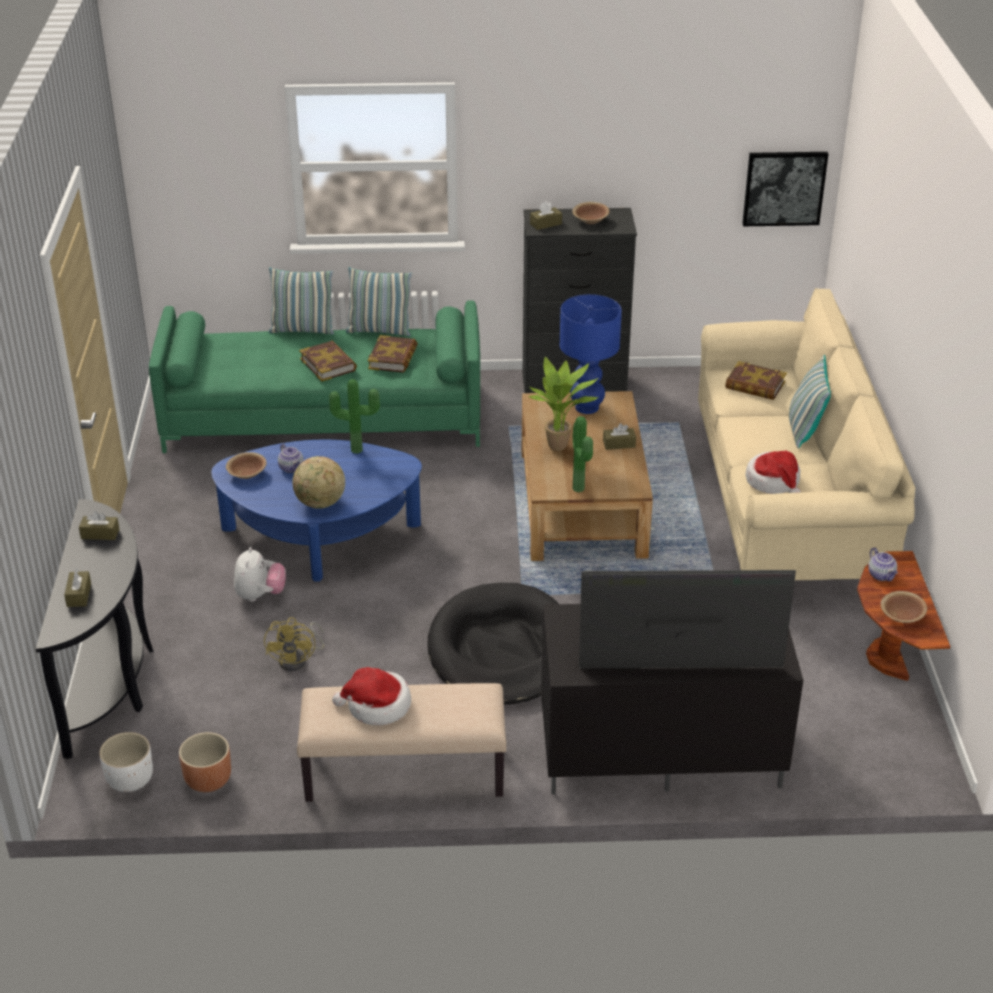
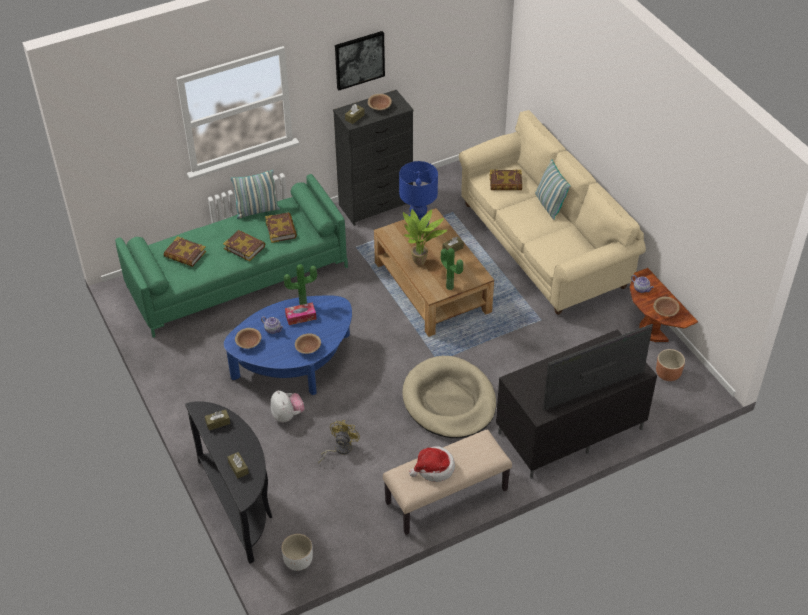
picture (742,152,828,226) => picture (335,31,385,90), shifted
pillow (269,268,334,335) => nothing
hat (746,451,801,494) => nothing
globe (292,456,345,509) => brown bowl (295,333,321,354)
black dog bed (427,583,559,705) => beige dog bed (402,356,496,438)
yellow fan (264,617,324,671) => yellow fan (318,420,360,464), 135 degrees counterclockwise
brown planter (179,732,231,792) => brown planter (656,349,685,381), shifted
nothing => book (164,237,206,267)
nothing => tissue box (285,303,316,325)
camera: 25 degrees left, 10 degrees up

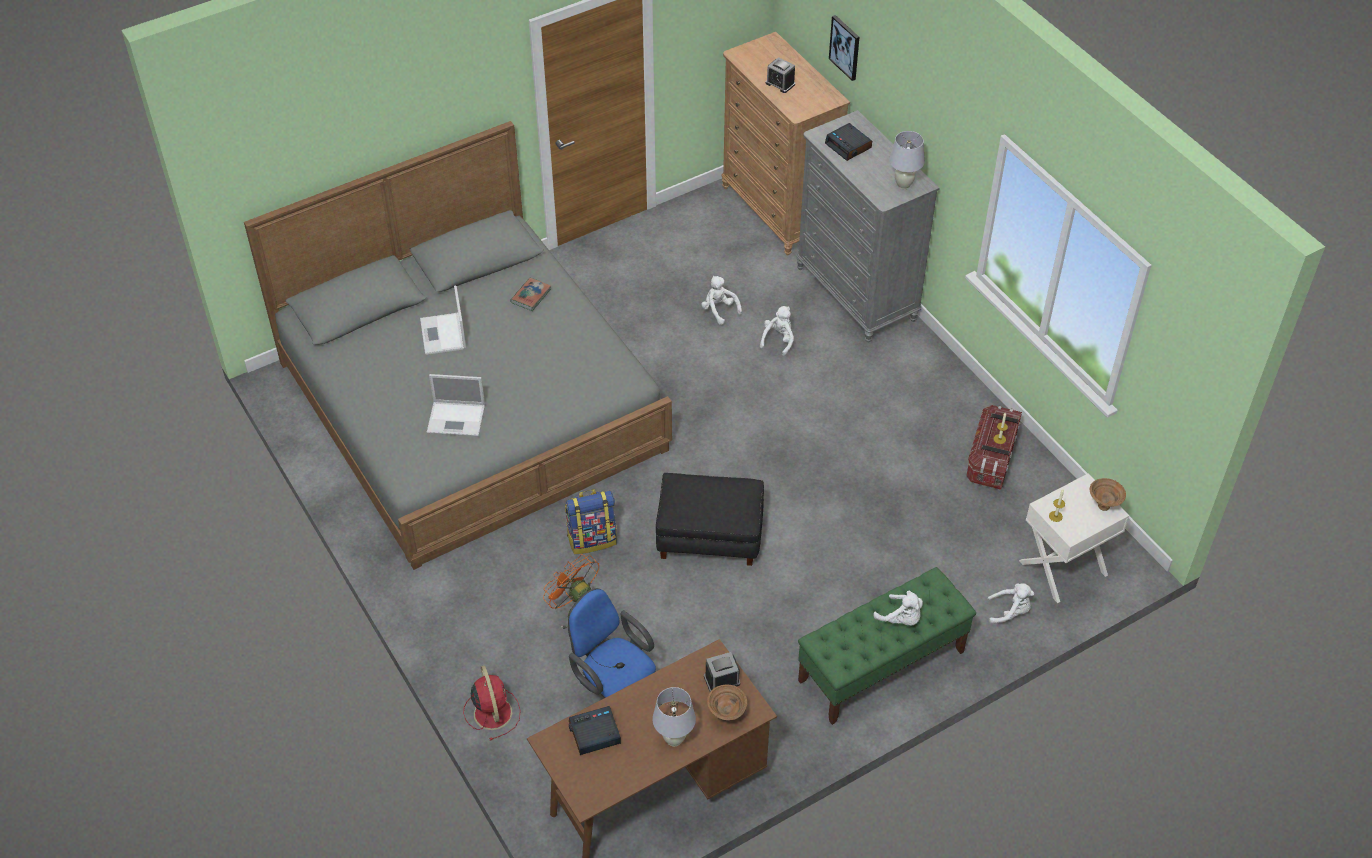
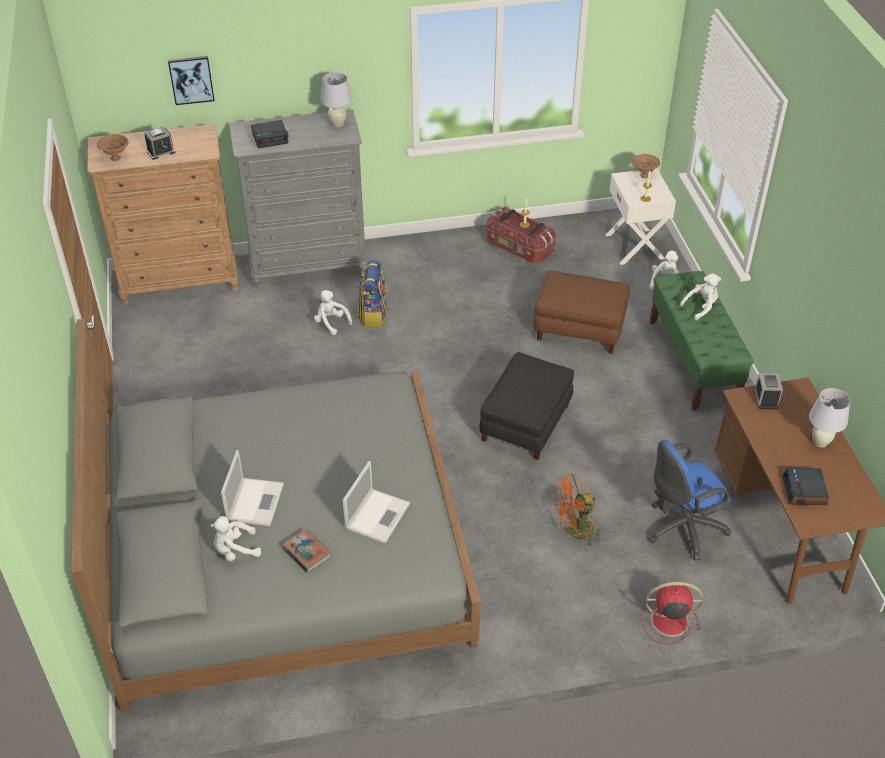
white plush toy (701,276,742,325) => white plush toy (210,516,261,561), shifted
book (510,278,551,311) => book (282,529,331,573), shifted
laptop (420,286,466,355) => laptop (221,450,284,526), 90 degrees counterclockwise
backpack (565,489,617,554) => backpack (358,260,388,327), shifted
brown bowl (707,685,747,720) => brown bowl (97,134,129,161), shifted
nothing => brown ottoman (534,270,630,354)
camera: 70 degrees left, 5 degrees down

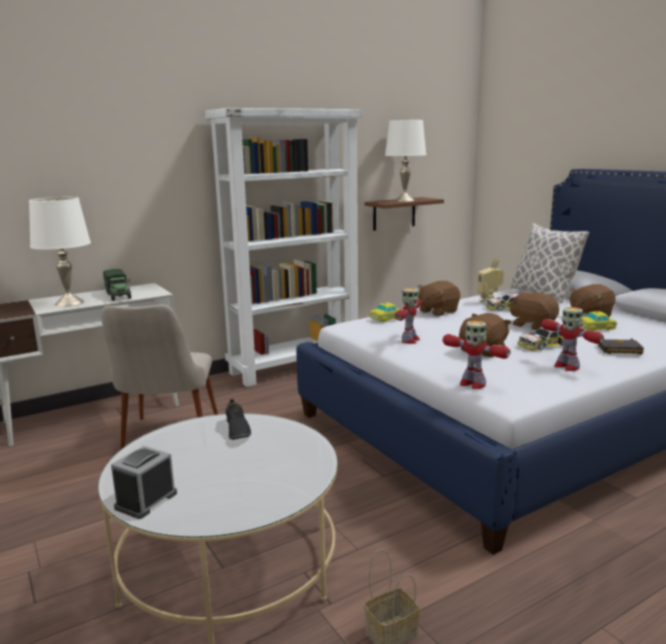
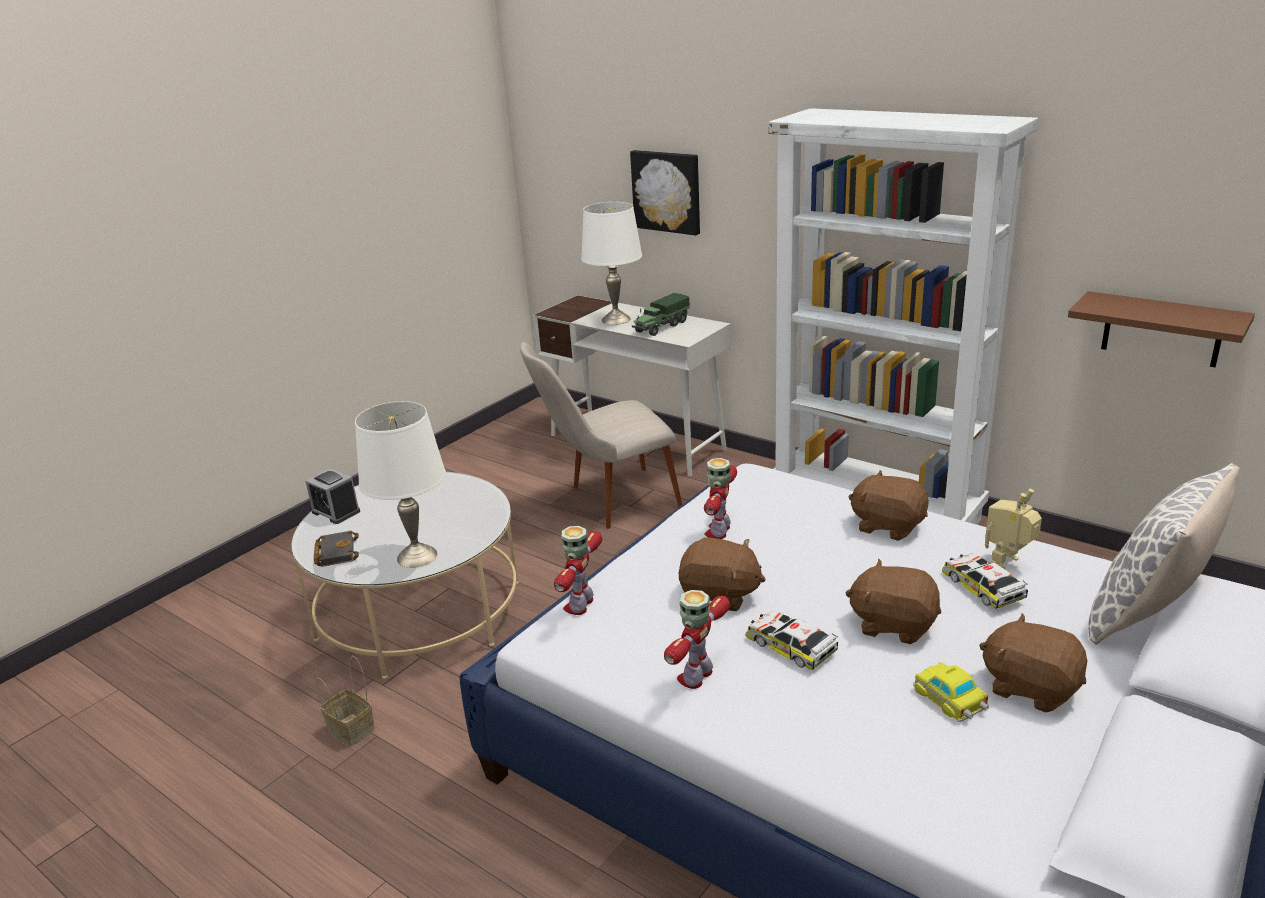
white table lamp (385,120,426,202) => white table lamp (355,401,446,568), shifted
toy robot (395,288,421,344) => toy robot (704,458,737,539), 105 degrees clockwise
brown plush toy (509,292,559,330) => brown plush toy (845,559,941,644), 90 degrees counterclockwise
toy car (369,303,400,322) => nothing
black book (598,338,644,355) => black book (314,531,359,567), shifted
black shoe (226,399,251,440) => nothing
alarm clock (111,446,177,519) => alarm clock (305,468,360,524), 150 degrees counterclockwise
nothing => picture (630,150,700,235)
camera: 70 degrees right, 10 degrees up

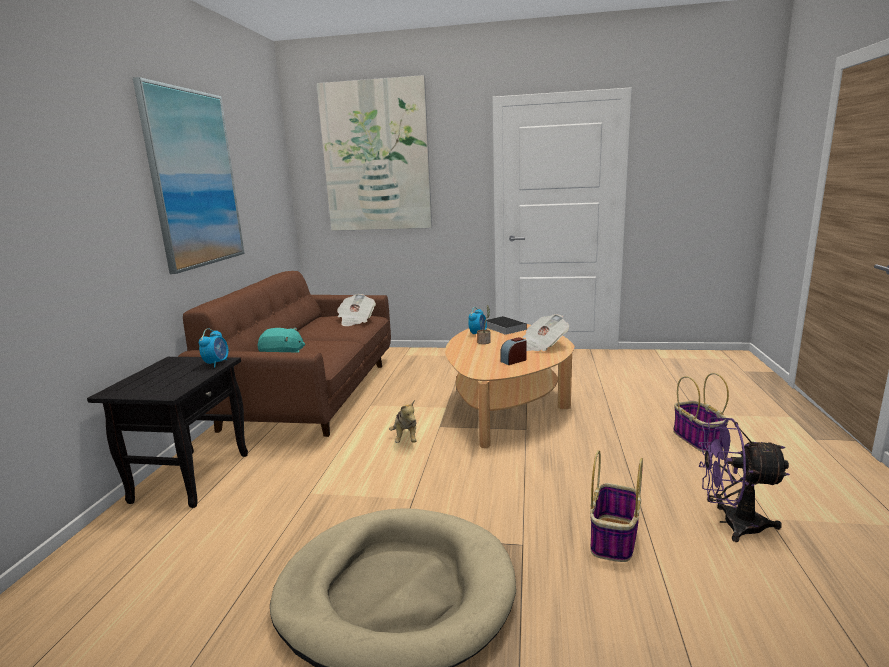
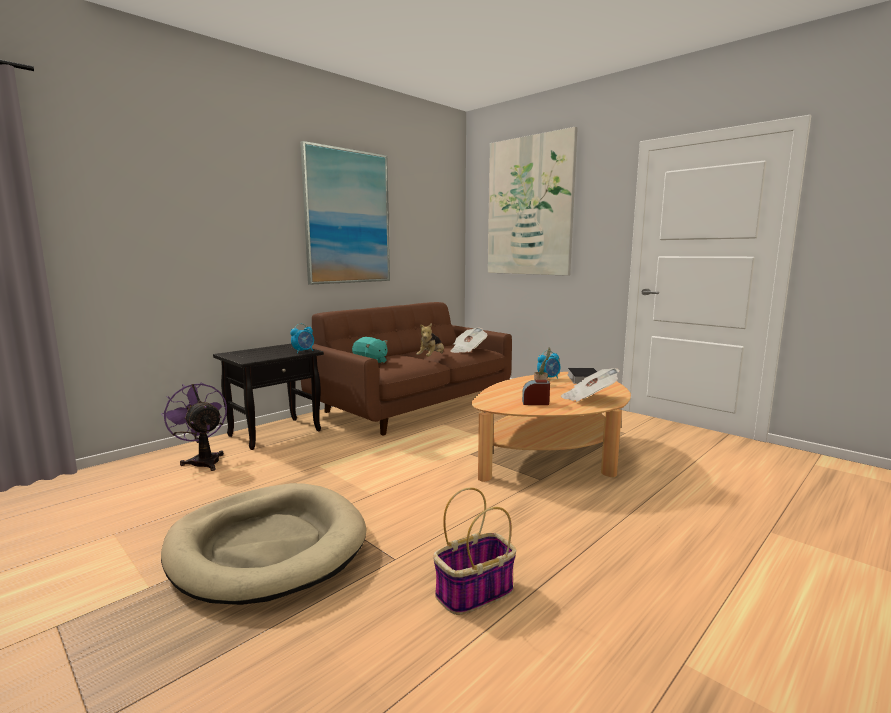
basket (673,373,729,452) => nothing
plush toy (389,400,417,443) => plush toy (416,323,444,357), shifted
purple fan (699,417,790,542) => purple fan (161,382,227,471), shifted
camera: 35 degrees right, 5 degrees down

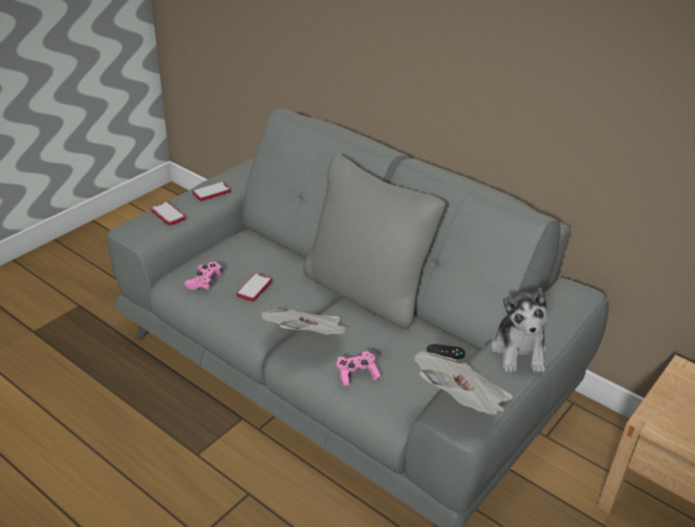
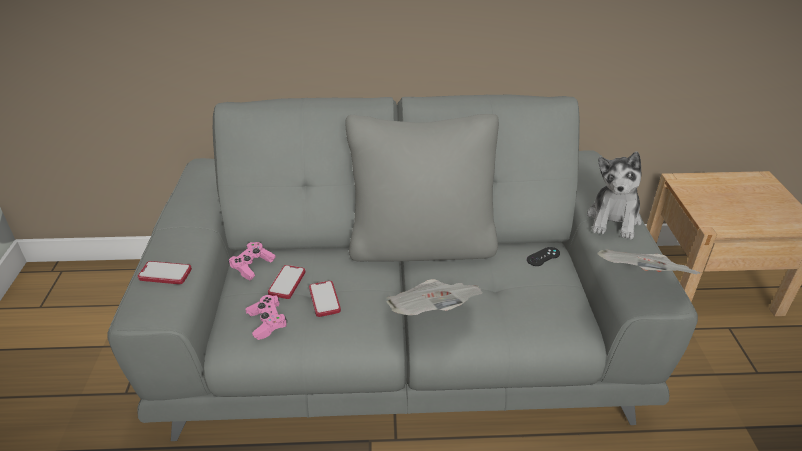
phone (193,182,231,201) => phone (268,265,306,299), shifted
plush toy (491,288,547,372) => plush toy (587,151,642,239), 60 degrees clockwise
pink game controller (336,351,381,387) => pink game controller (228,242,276,281), shifted
camera: 40 degrees left, 0 degrees up

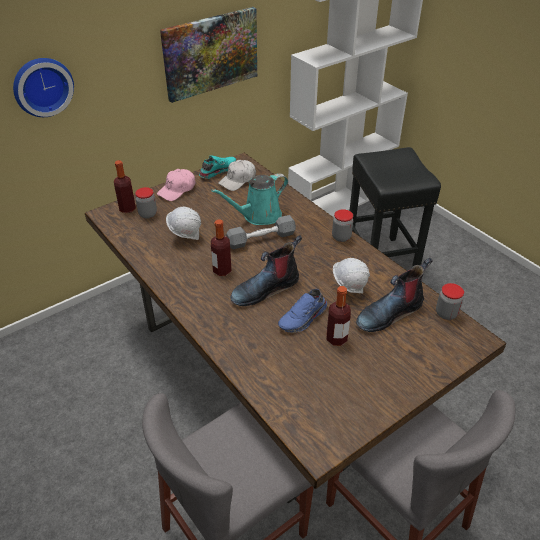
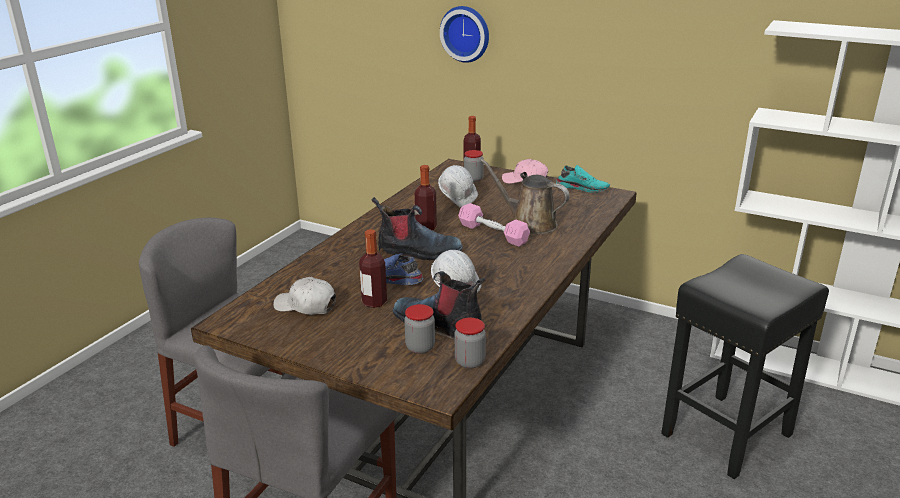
picture (160,7,257,103) => nothing
white cap (218,160,256,191) => white cap (273,277,336,315), shifted
turquoise watering can (211,173,288,225) => brown watering can (480,159,570,234)
jar (332,209,353,242) => jar (404,304,435,354), shifted
grey dumbbell (226,215,296,249) => pink dumbbell (458,203,530,247)
boot (230,235,302,306) => boot (372,197,463,260), 150 degrees clockwise
camera: 65 degrees right, 15 degrees down

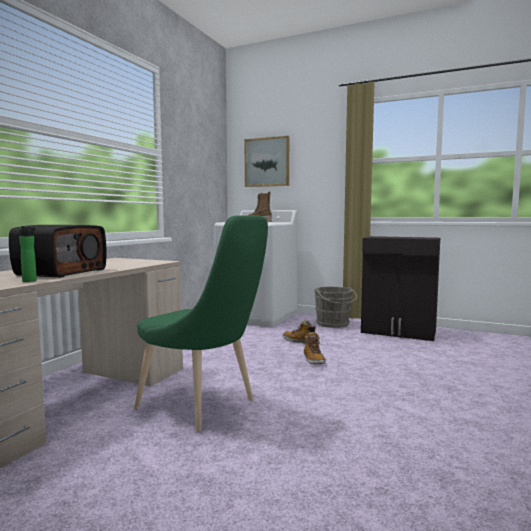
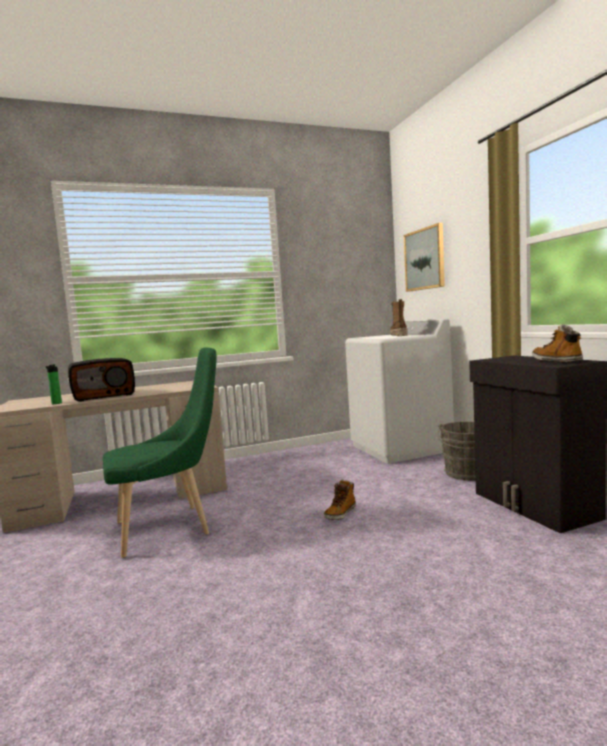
green chair (134,215,268,432) => green chair (103,347,217,558), 105 degrees counterclockwise
boot (283,319,317,344) => boot (532,324,583,363), shifted
camera: 45 degrees right, 0 degrees up

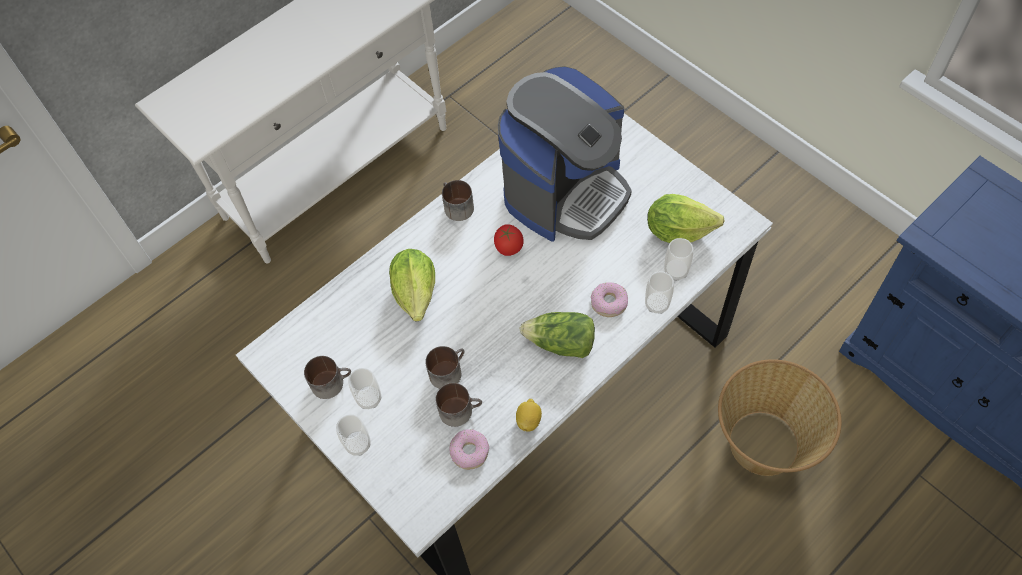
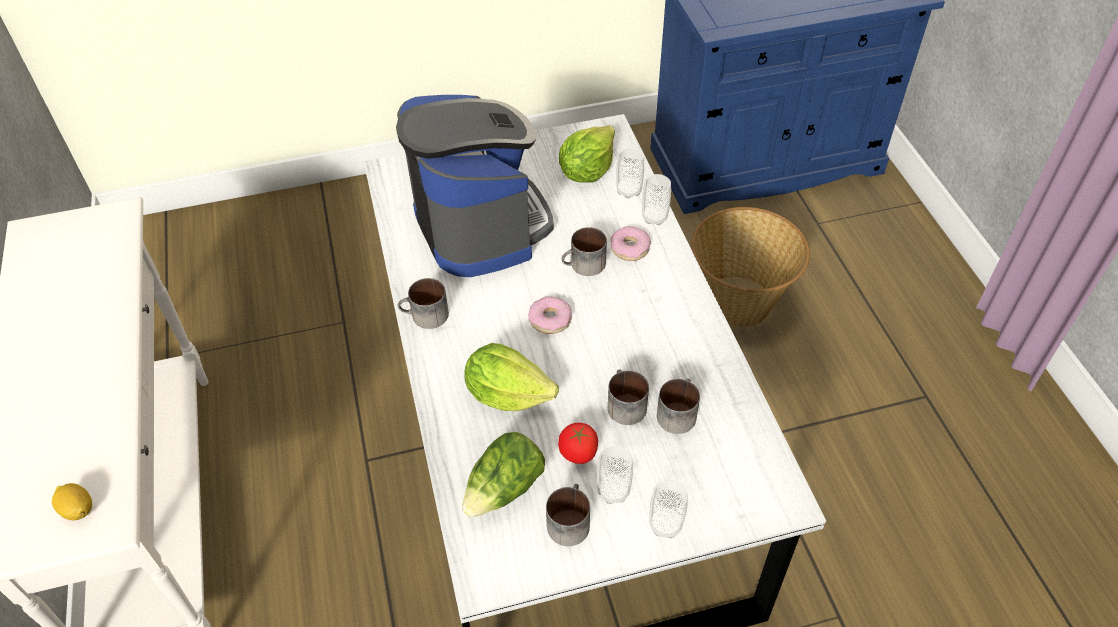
tomato (494,224,524,256) => tomato (558,423,598,464), shifted
lettuce (520,312,595,358) => lettuce (462,432,545,517), shifted
lemon (516,399,542,432) => lemon (52,483,92,520), shifted
donut (449,429,489,470) => donut (528,296,572,334), shifted
nothing => mug (562,227,607,276)
camera: 65 degrees left, 10 degrees down

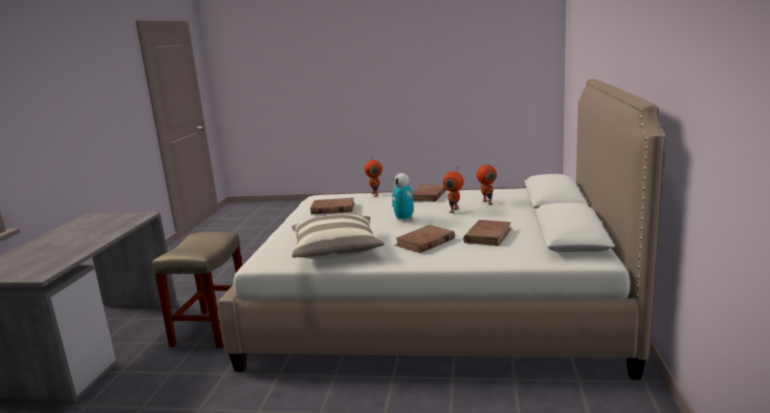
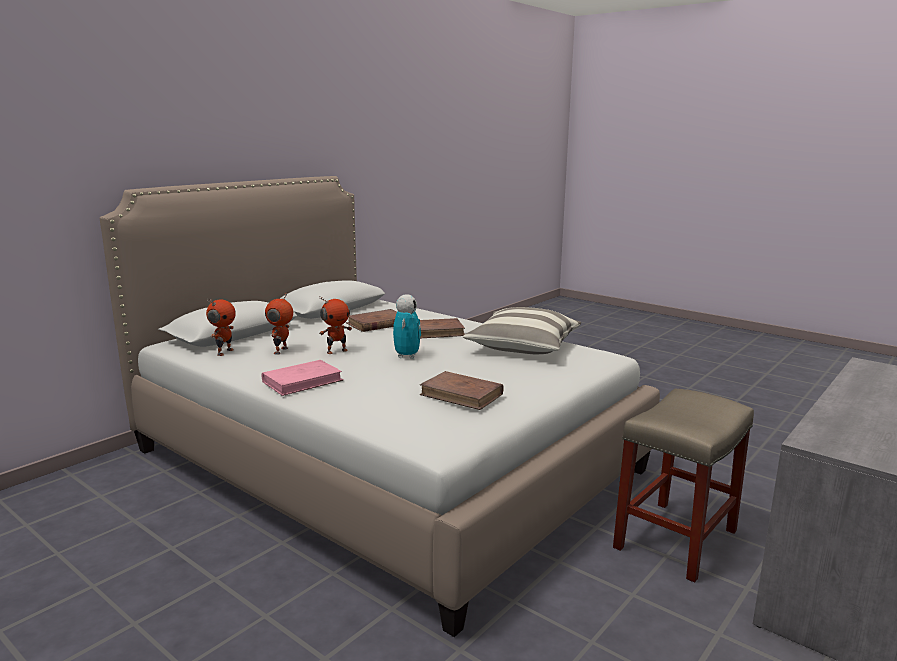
toy robot (364,156,382,197) => toy robot (206,299,236,356), shifted
brown book (412,184,446,202) => pink book (262,360,344,396)
camera: 150 degrees left, 0 degrees up

